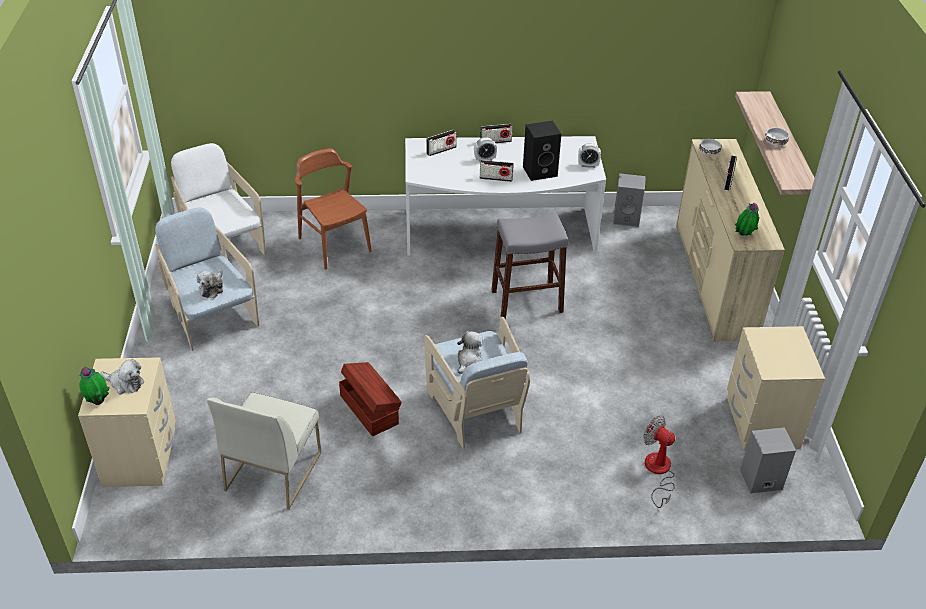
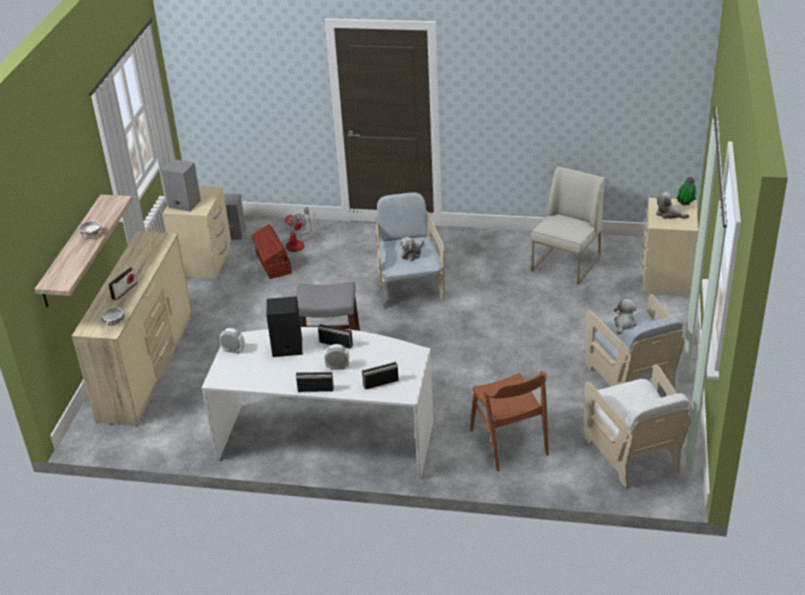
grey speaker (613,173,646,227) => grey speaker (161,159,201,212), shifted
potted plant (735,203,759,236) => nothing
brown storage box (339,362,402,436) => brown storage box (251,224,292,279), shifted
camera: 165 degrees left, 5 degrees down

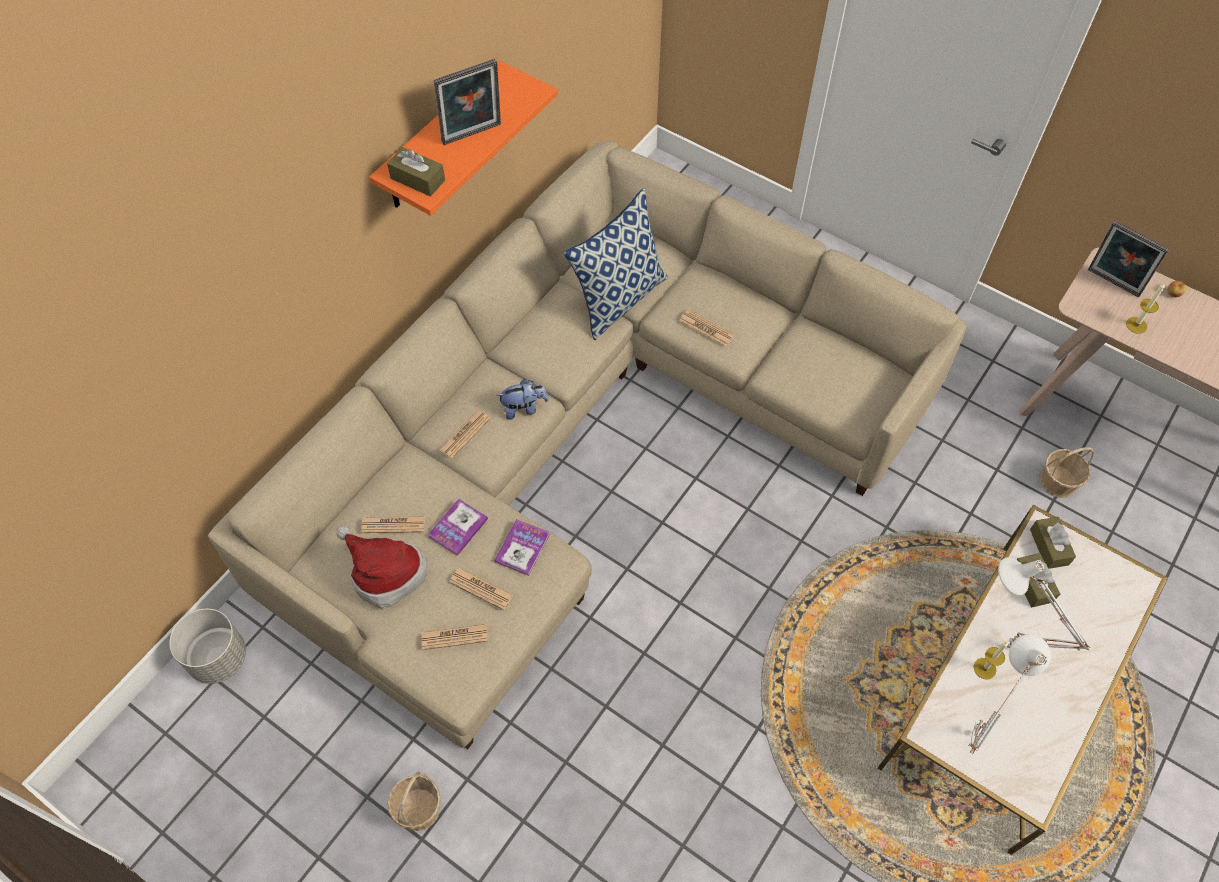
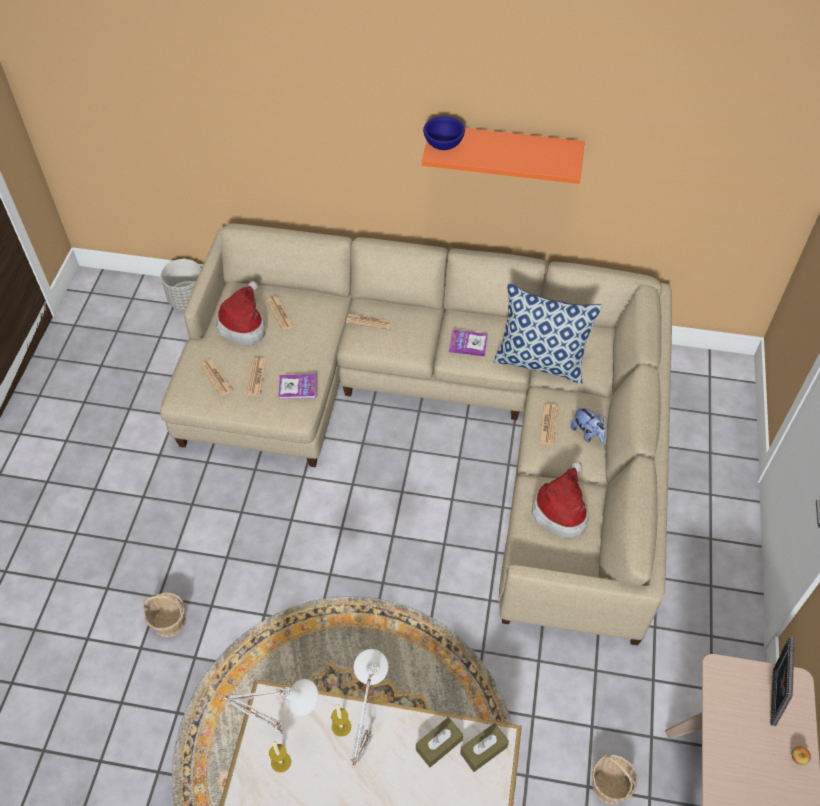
picture frame (434,59,501,145) => nothing
brown tissue box (387,147,445,197) => blue bowl (423,116,465,150)
candle (1126,283,1165,334) => candle (269,741,291,773), shifted
plush toy (496,379,549,420) => plush toy (571,406,606,445), shifted
book (428,498,488,556) => book (449,329,488,356), shifted
basket (388,771,441,831) => basket (142,592,186,637), shifted
nothing => hat (532,461,589,539)
camera: 65 degrees right, 5 degrees down

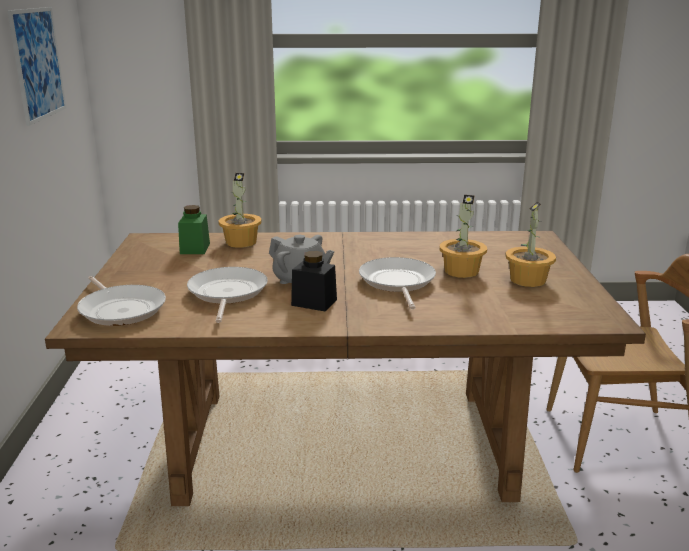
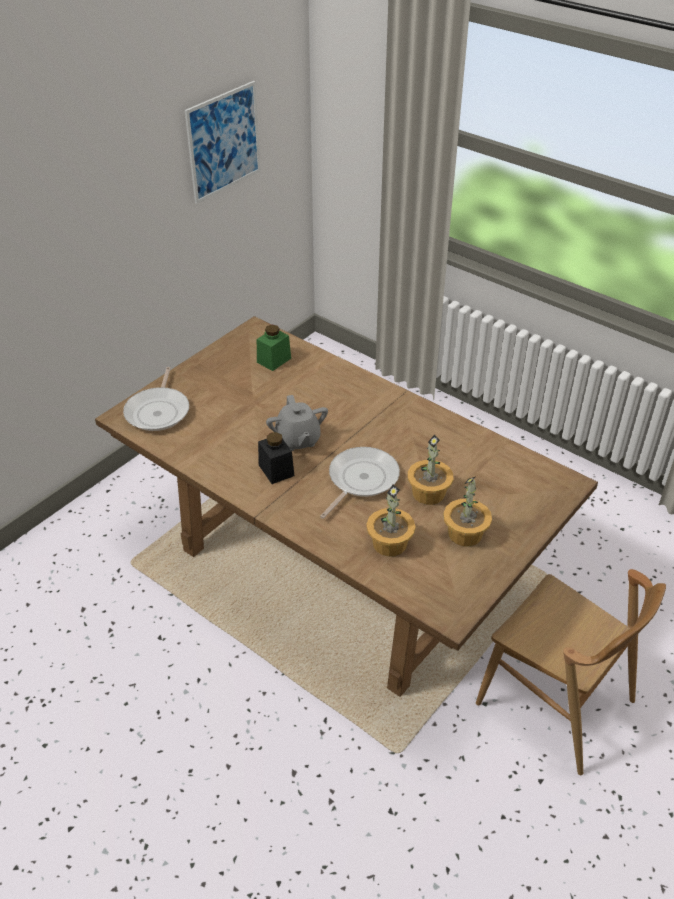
potted plant (218,173,262,248) => potted plant (367,484,416,557), shifted
frying pan (187,267,268,323) => nothing
camera: 40 degrees right, 20 degrees up

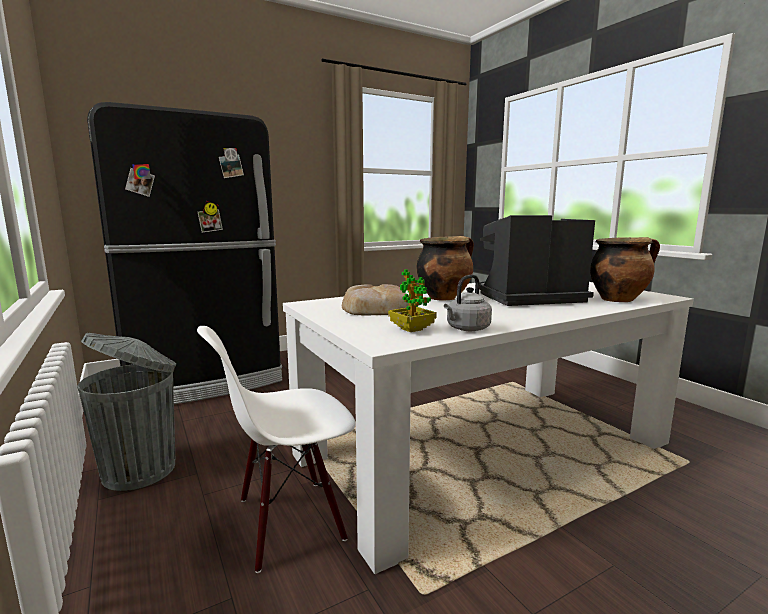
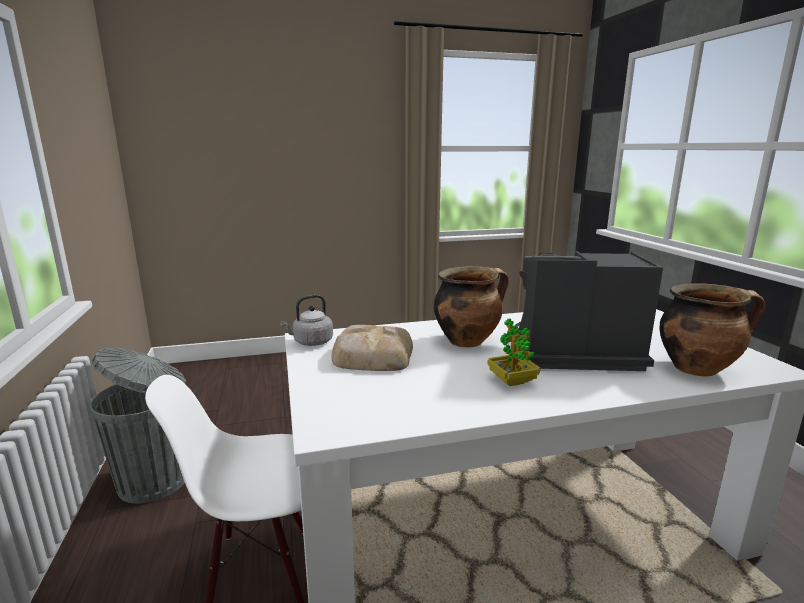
black fridge (87,102,282,404) => nothing
potted plant (388,269,437,332) => potted plant (487,318,540,386), shifted
grey kettle (444,275,492,331) => grey kettle (280,294,333,346), shifted
camera: 15 degrees right, 5 degrees up

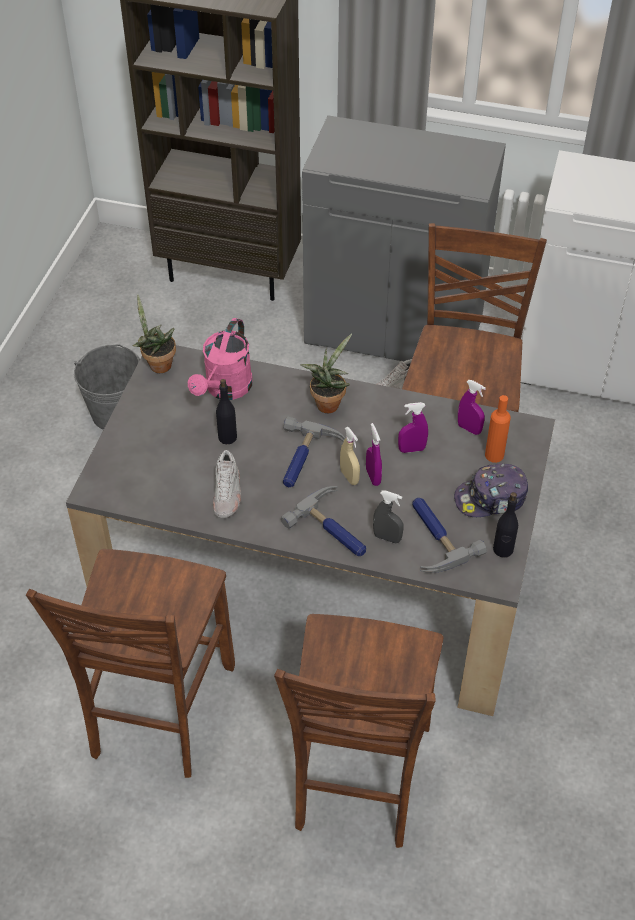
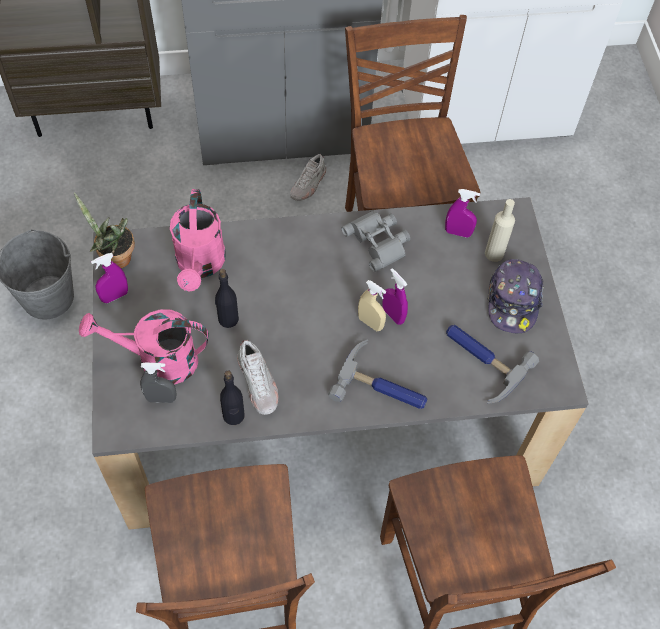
potted plant (300,334,352,413) => nothing
orange bottle (485,395,511,463) => beige bottle (485,199,515,262)
purple spray bottle (398,402,428,453) => purple spray bottle (91,253,128,303), shifted
hammer (283,417,345,487) => nothing
cap (454,464,528,517) => cap (487,259,544,333), 45 degrees counterclockwise
grey spray bottle (373,491,404,544) => grey spray bottle (140,363,176,403), shifted
black bottle (493,492,518,558) => black bottle (220,371,245,425), shifted
nothing => grey binoculars (341,211,410,272)
nothing => pink watering can (79,309,209,385)
camera: 25 degrees left, 10 degrees up

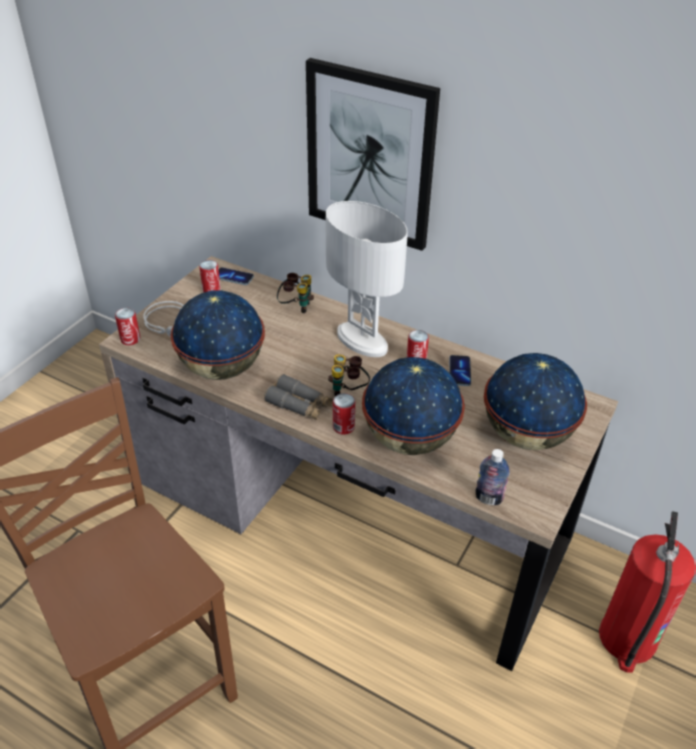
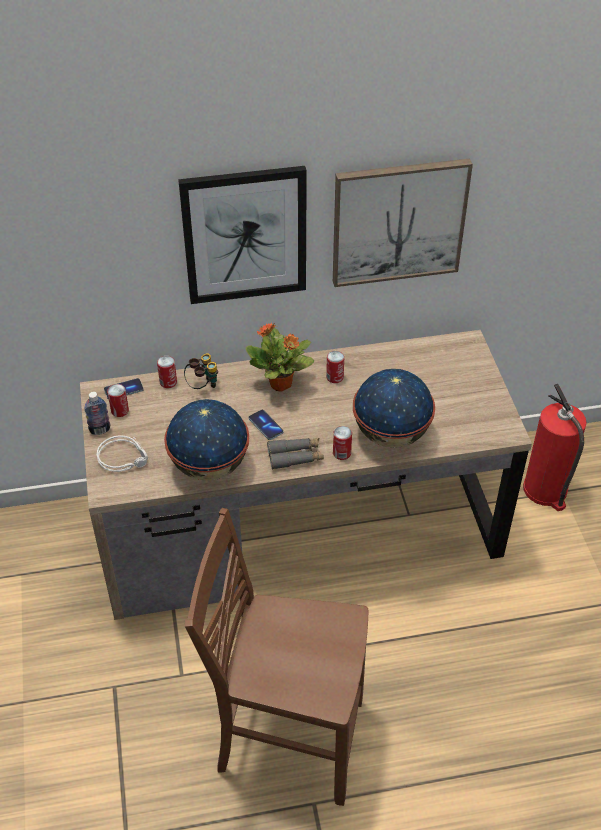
white table lamp (325,201,408,357) => potted plant (245,323,314,392)
can (115,308,140,345) => can (157,356,177,388), shifted
globe (484,353,587,450) => nothing
binoculars (328,354,370,396) => nothing
phone (449,355,471,386) => phone (249,410,283,440), shifted
bottle (475,449,510,505) => bottle (84,392,110,435), shifted
nothing => picture (333,158,473,287)
camera: 40 degrees left, 5 degrees up

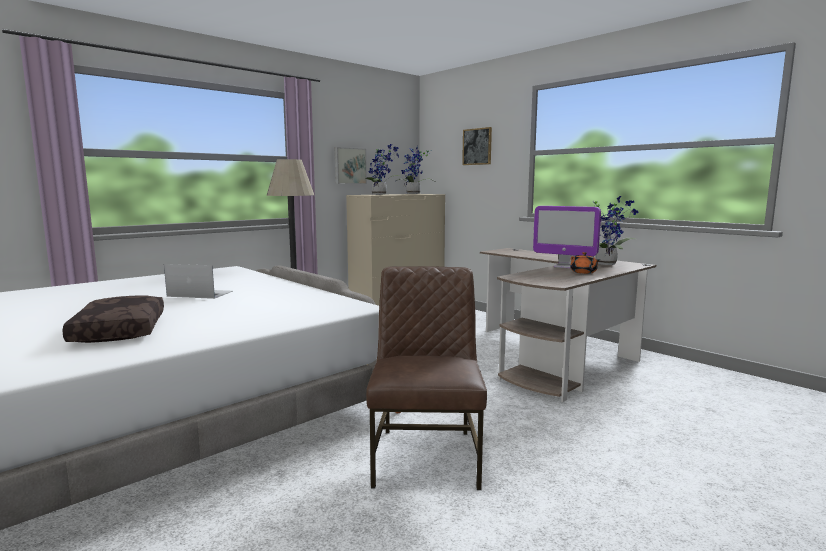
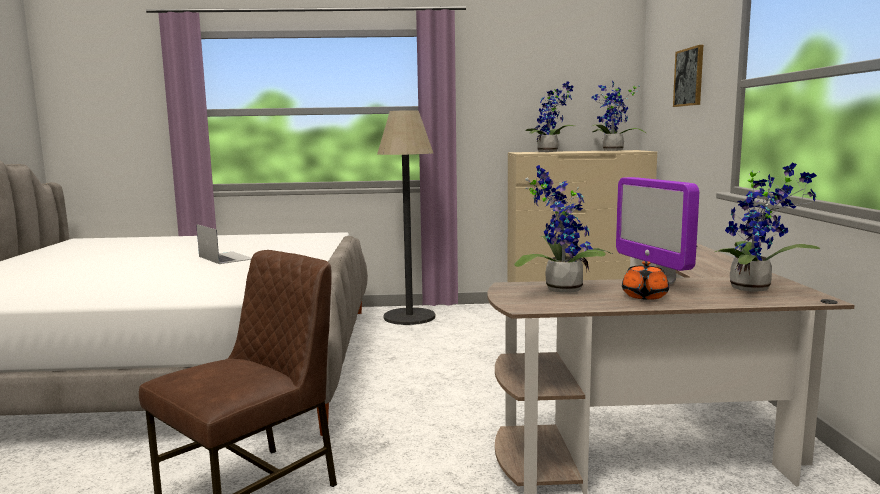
picture (335,147,367,184) => nothing
brown pillow (62,295,164,343) => nothing
nothing => potted plant (514,165,612,293)
camera: 40 degrees right, 0 degrees up

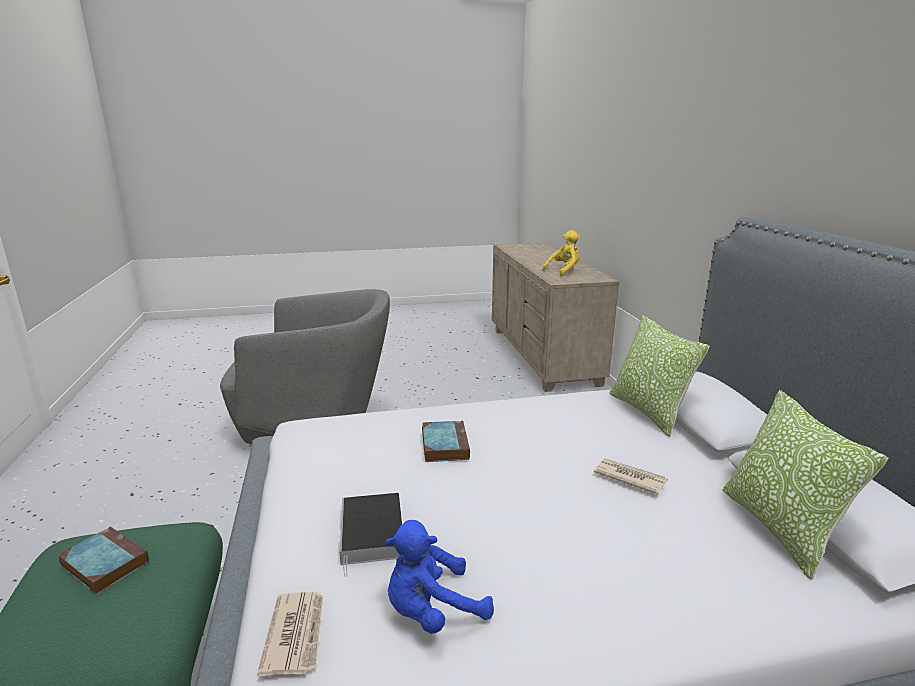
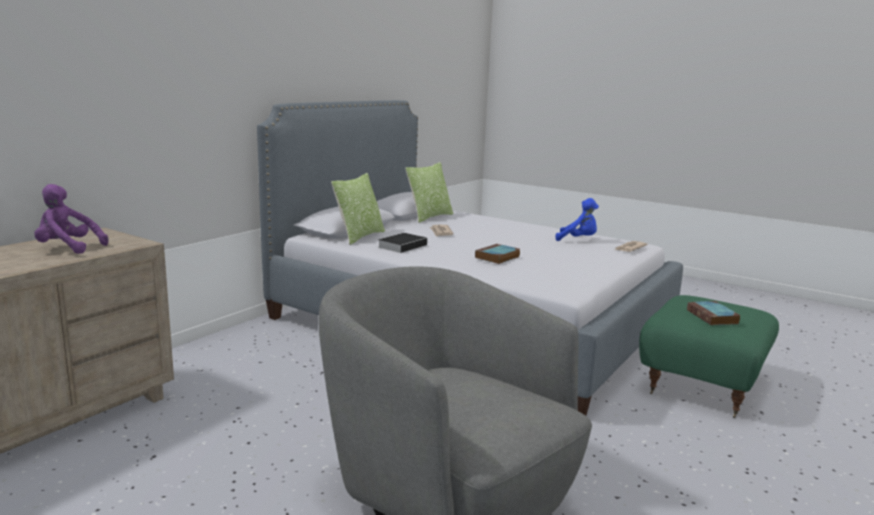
yellow plush toy (542,230,580,277) => purple plush toy (34,184,108,254)
book (340,493,402,577) => book (378,233,427,253), shifted
camera: 135 degrees left, 5 degrees down

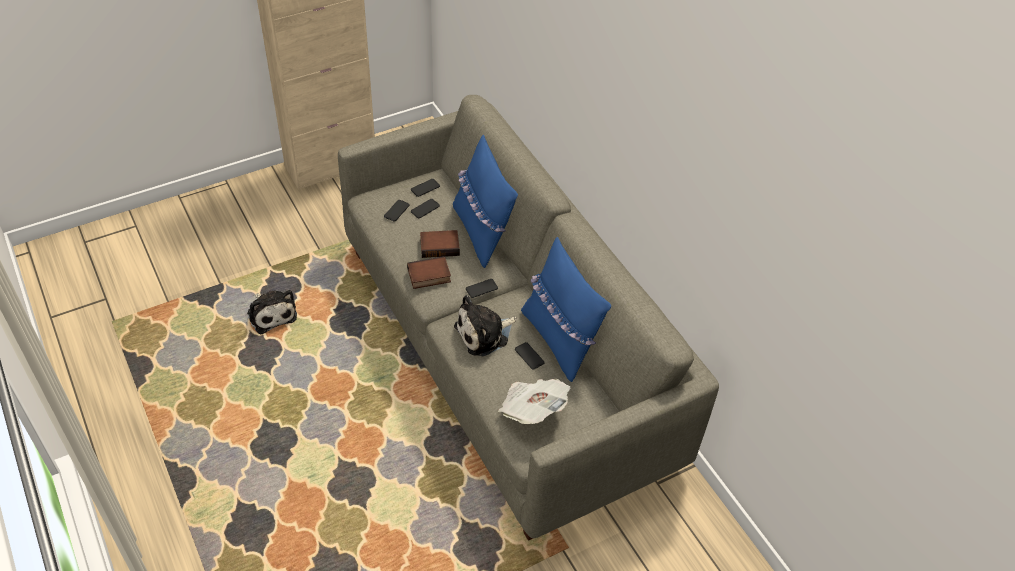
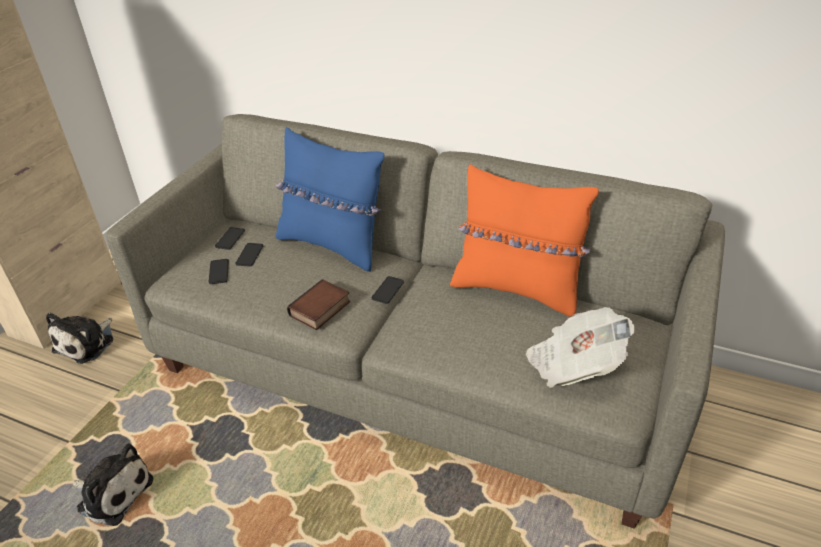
book (420,230,460,258) => nothing
blue pillow (521,237,611,382) => orange pillow (450,164,599,317)
plush toy (454,295,517,356) => plush toy (46,313,113,364), shifted
phone (515,342,544,370) => nothing
camera: 35 degrees left, 10 degrees down

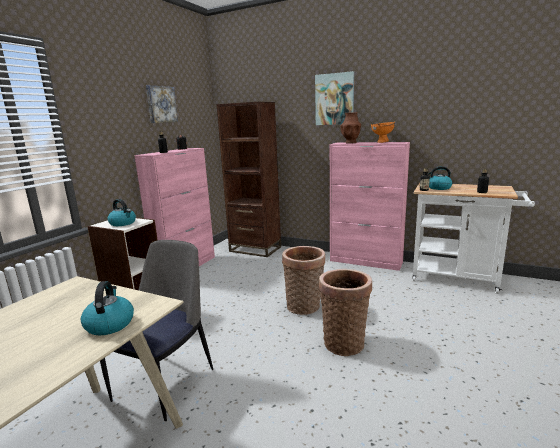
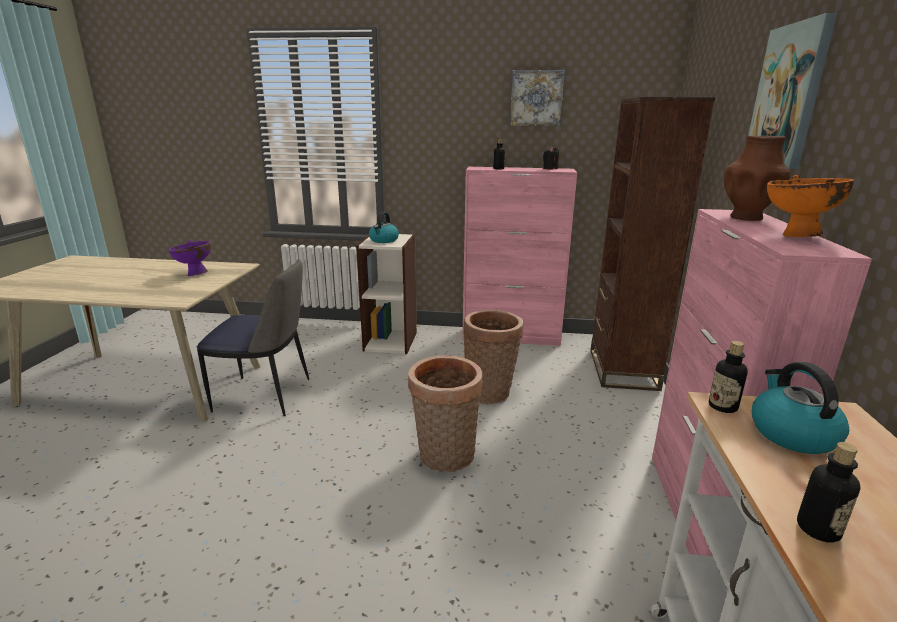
basket (319,269,372,356) => basket (463,310,524,404), shifted
kettle (81,281,134,335) => nothing
nothing => purple bowl (168,240,211,276)
camera: 70 degrees right, 5 degrees up

